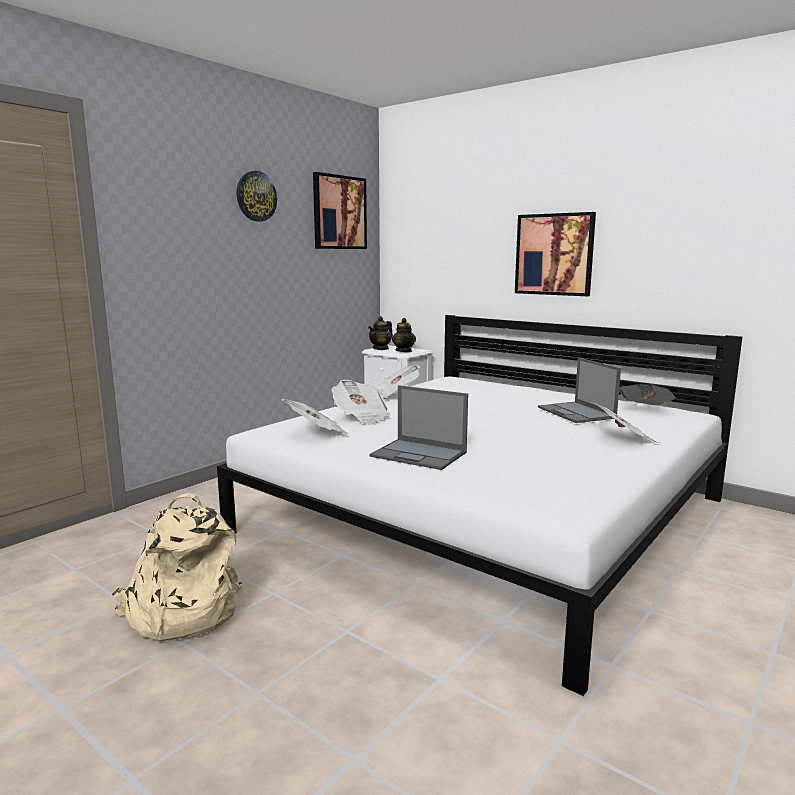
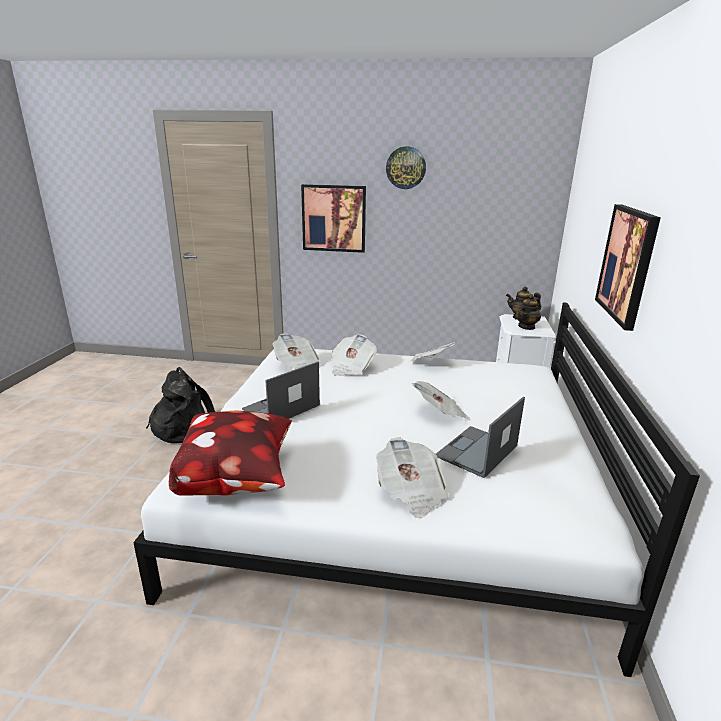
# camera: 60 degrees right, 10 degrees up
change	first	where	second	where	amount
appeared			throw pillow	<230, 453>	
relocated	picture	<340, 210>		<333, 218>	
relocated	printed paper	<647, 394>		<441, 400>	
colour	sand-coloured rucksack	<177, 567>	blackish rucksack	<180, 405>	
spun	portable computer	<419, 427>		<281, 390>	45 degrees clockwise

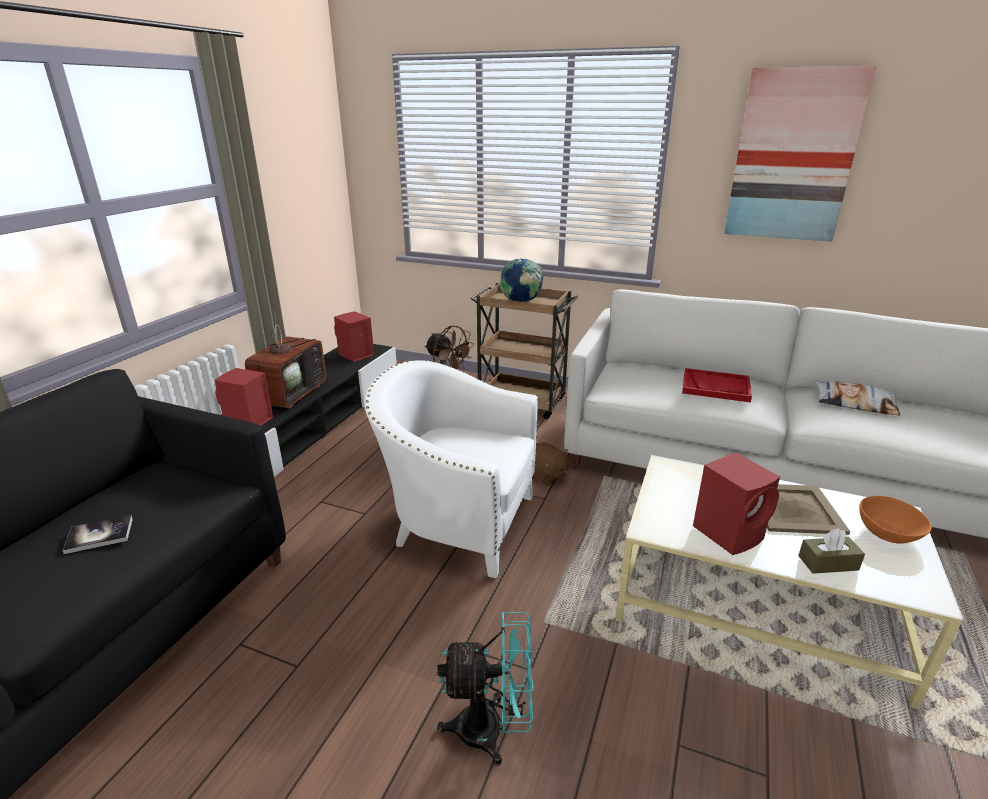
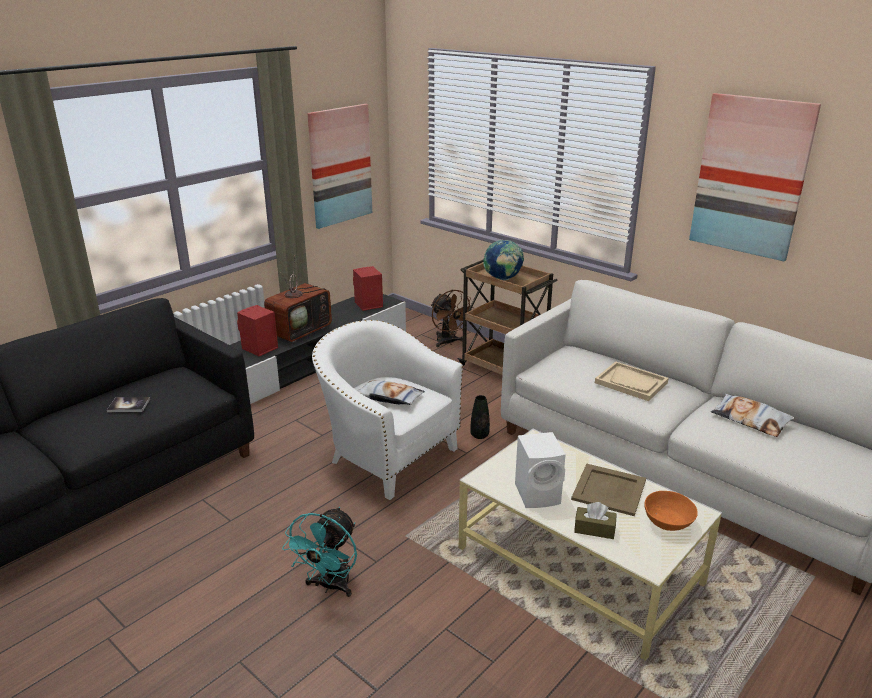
# camera: 20 degrees right, 0 degrees up
change	first	where	second	where	amount
appeared			picture	<340, 166>	
appeared			throw pillow	<391, 392>	
exchanged	brown-coloured soft toy	<550, 464>	blackish vase	<480, 417>	
colour	red-coloured tray	<717, 385>	sand-coloured tray	<631, 381>	
colour	red-coloured audio speaker	<736, 503>	white audio speaker	<540, 470>	
spun	blue-green cooling fan	<485, 689>		<319, 552>	90 degrees clockwise

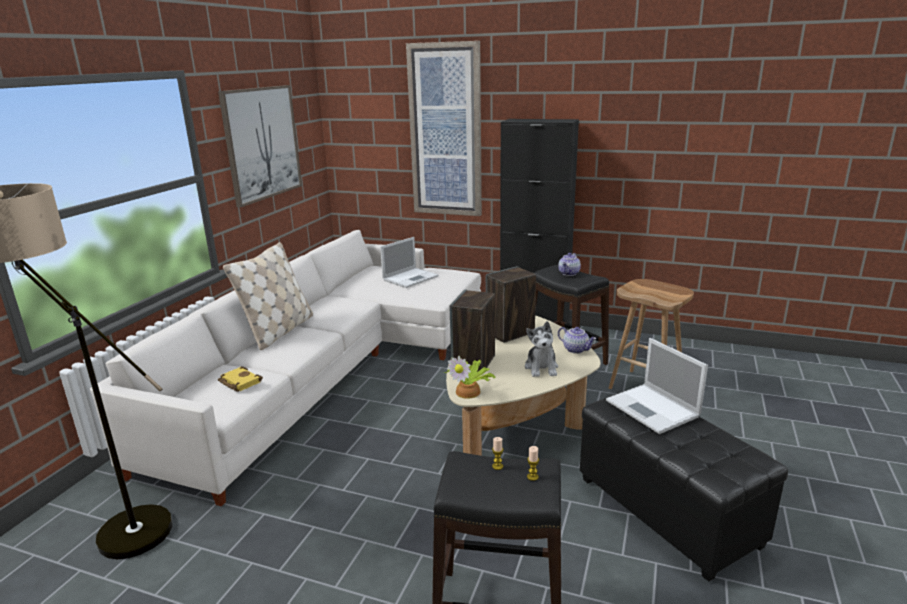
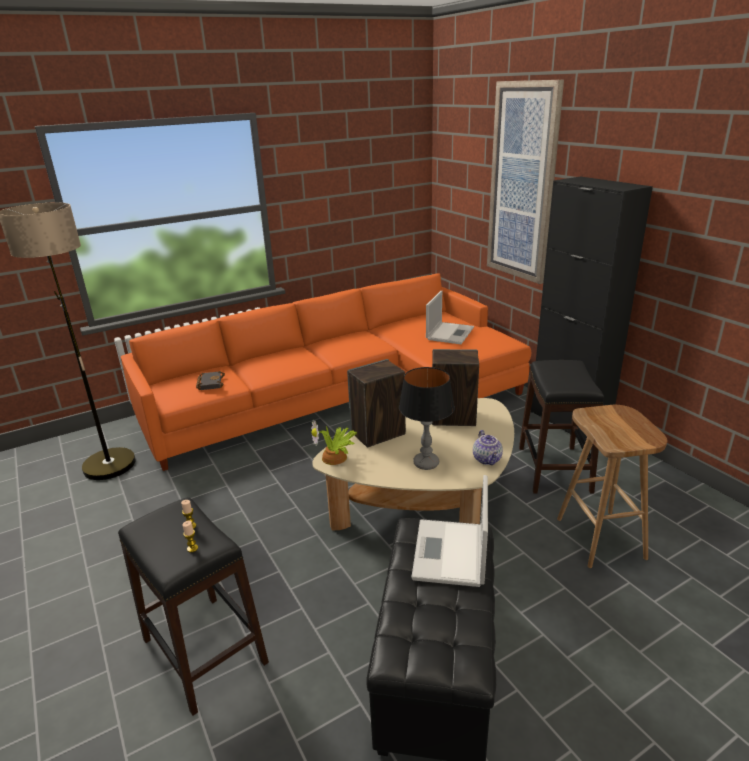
# camera: 40 degrees right, 5 degrees up
change	first	where	second	where	amount
missing	picture	<260, 146>			
missing	sand-coloured throw pillow	<268, 296>			
missing	pot for tea	<569, 264>			
exchanged	soft toy	<541, 349>	tabletop lamp	<427, 418>	
colour	white couch	<285, 368>	orange-coloured couch	<326, 372>	
colour	yellowish volume	<240, 379>	blackish volume	<210, 380>	
spun	portable computer	<409, 262>		<450, 317>	60 degrees counterclockwise

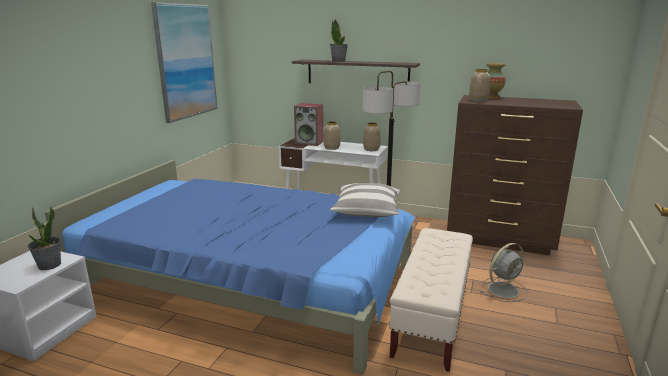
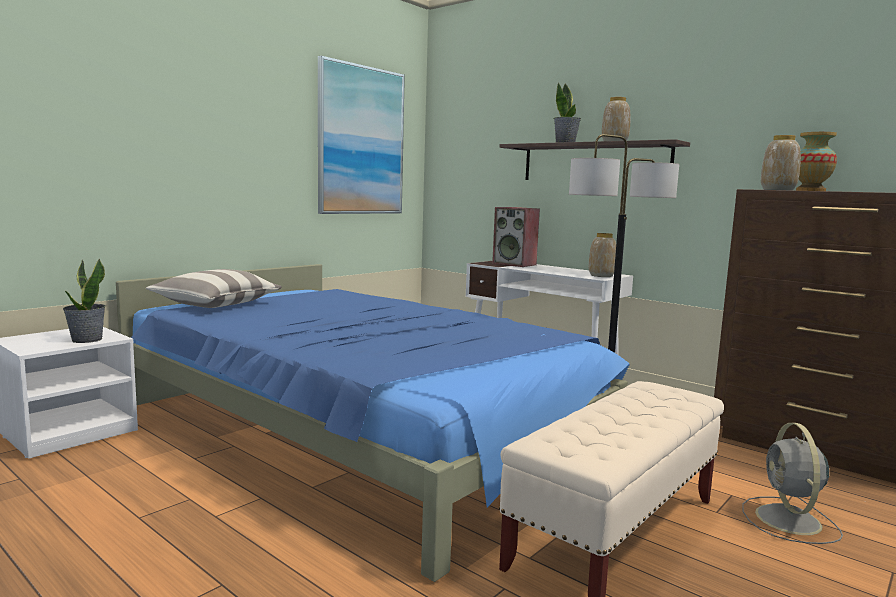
# camera: 20 degrees right, 10 degrees down
change	first	where	second	where	amount
relocated	vase	<331, 135>		<616, 119>	
relocated	throw pillow	<365, 200>		<214, 288>	
spun	grey cooling fan	<504, 272>		<792, 483>	105 degrees clockwise

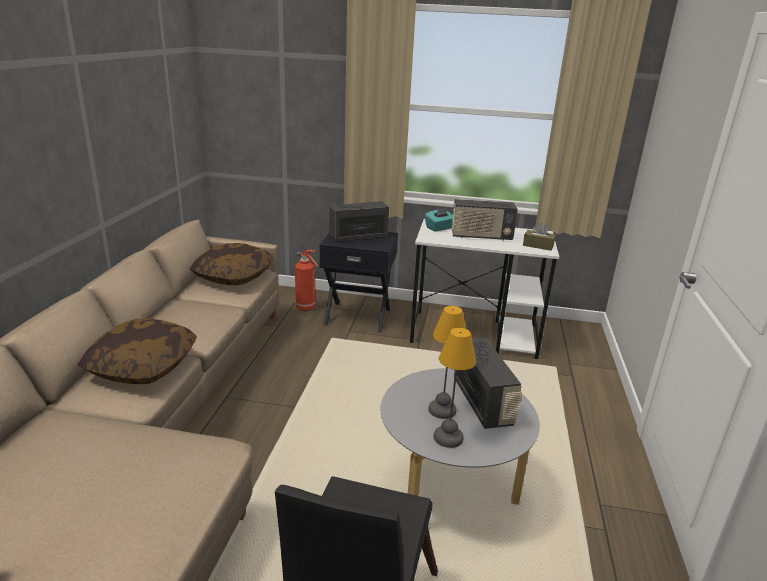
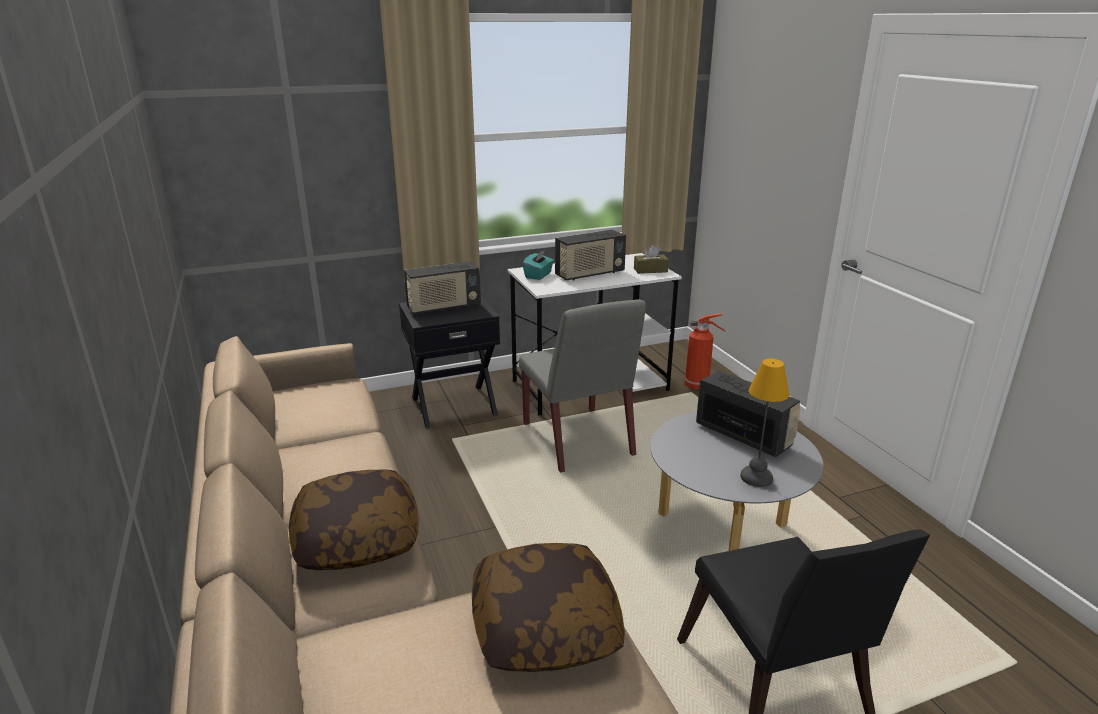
# camera: 30 degrees left, 0 degrees up
change	first	where	second	where	amount
missing	tabletop lamp	<447, 362>			
appeared			grey plain chair	<582, 385>	
relocated	throw pillow	<231, 264>		<548, 607>	
relocated	fire extinguisher	<306, 280>		<705, 351>	
spun	radio set	<359, 221>		<442, 287>	150 degrees counterclockwise

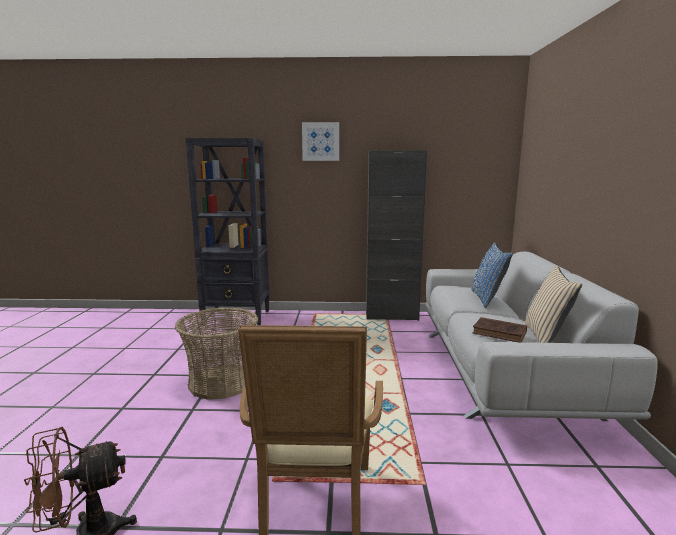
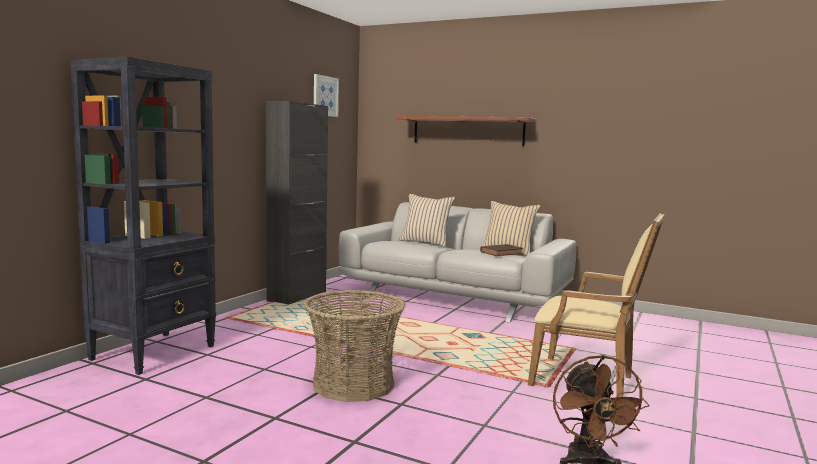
# camera: 65 degrees left, 5 degrees down
change	first	where	second	where	amount
appeared			shelf	<466, 131>	
relocated	picture	<320, 141>		<326, 95>	
colour	blue-coloured throw pillow	<492, 275>	sand-coloured throw pillow	<427, 220>	

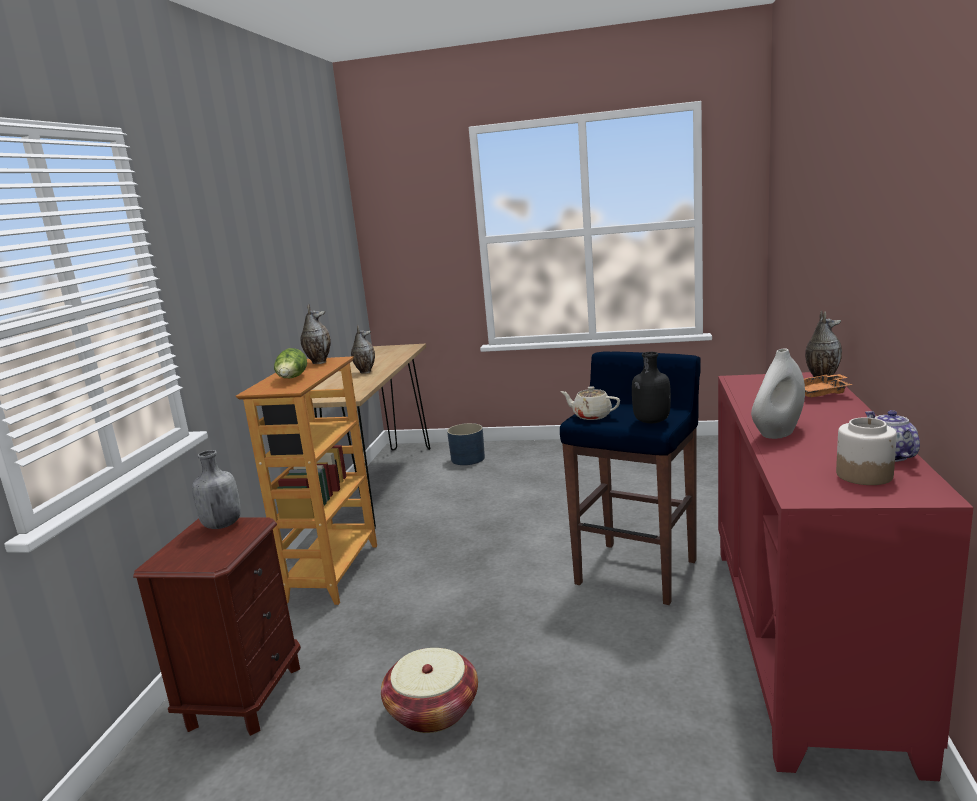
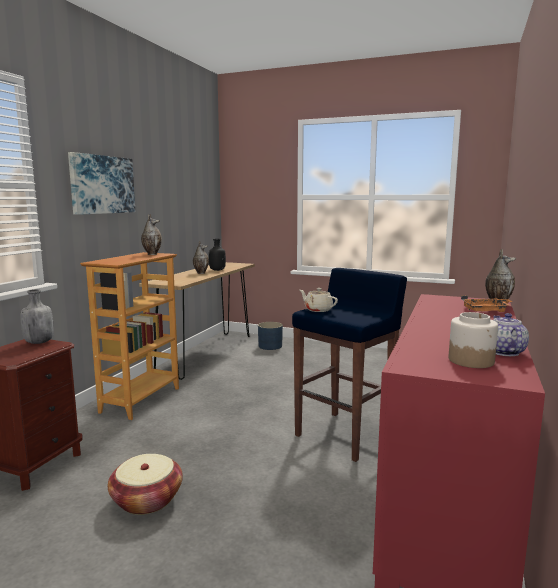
# camera: 10 degrees right, 5 degrees down
change	first	where	second	where	amount
missing	head of lettuce	<290, 363>			
missing	white vase	<778, 393>			
appeared			picture	<101, 183>	
relocated	blackish drink bottle	<651, 387>		<217, 255>	

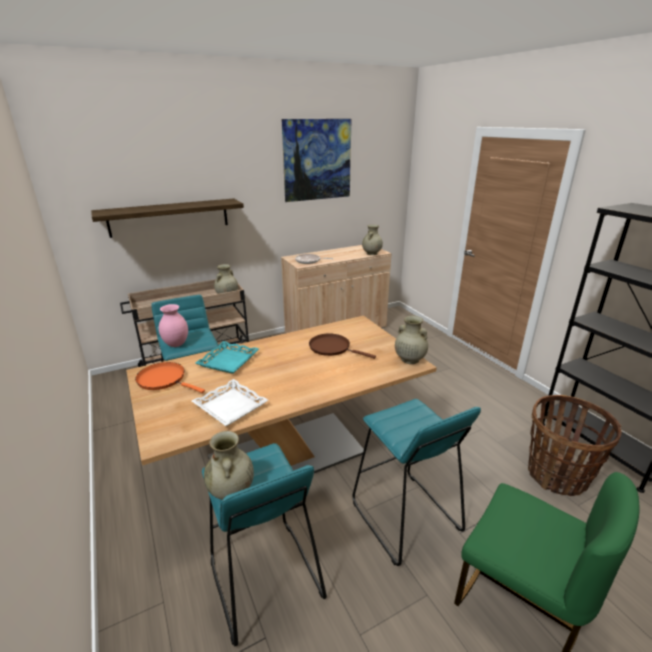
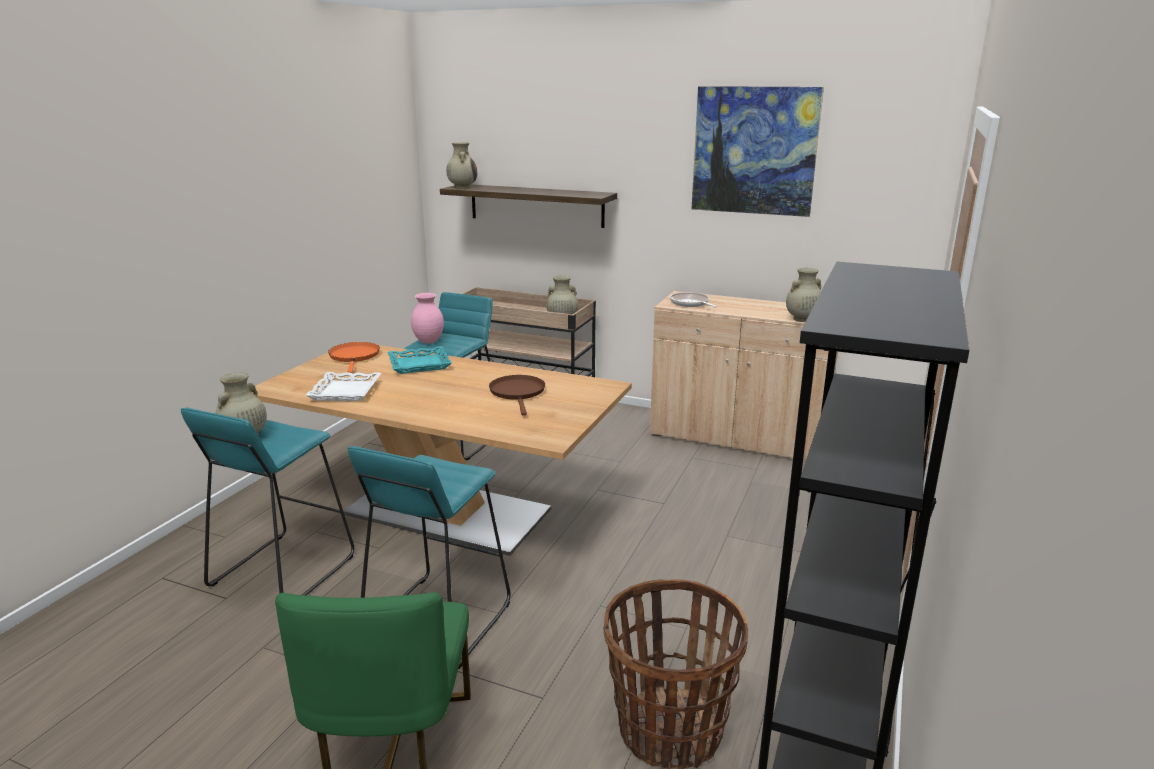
# camera: 50 degrees right, 5 degrees down
change	first	where	second	where	amount
relocated	sand-coloured vase	<411, 340>		<461, 165>	

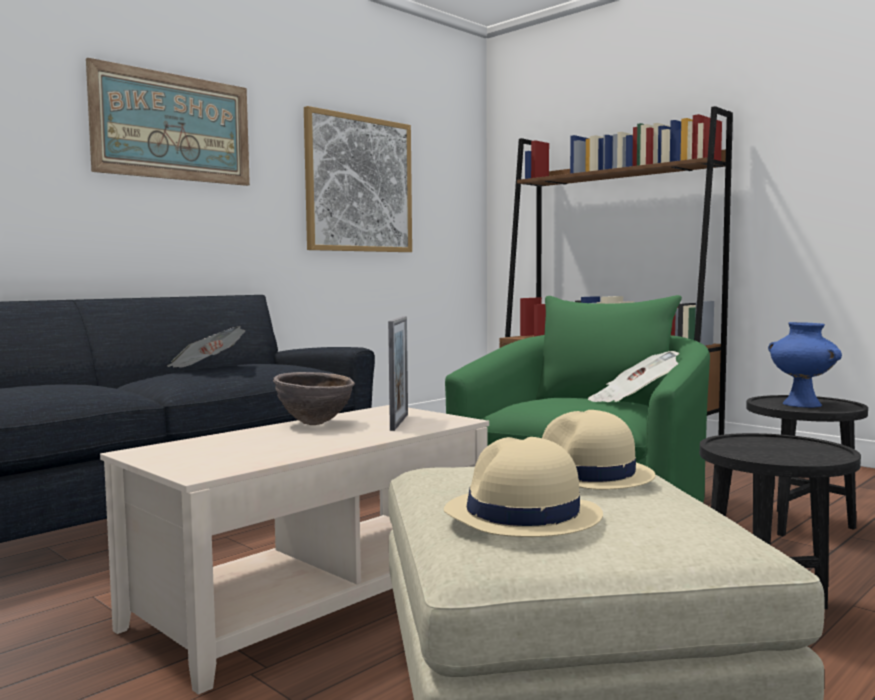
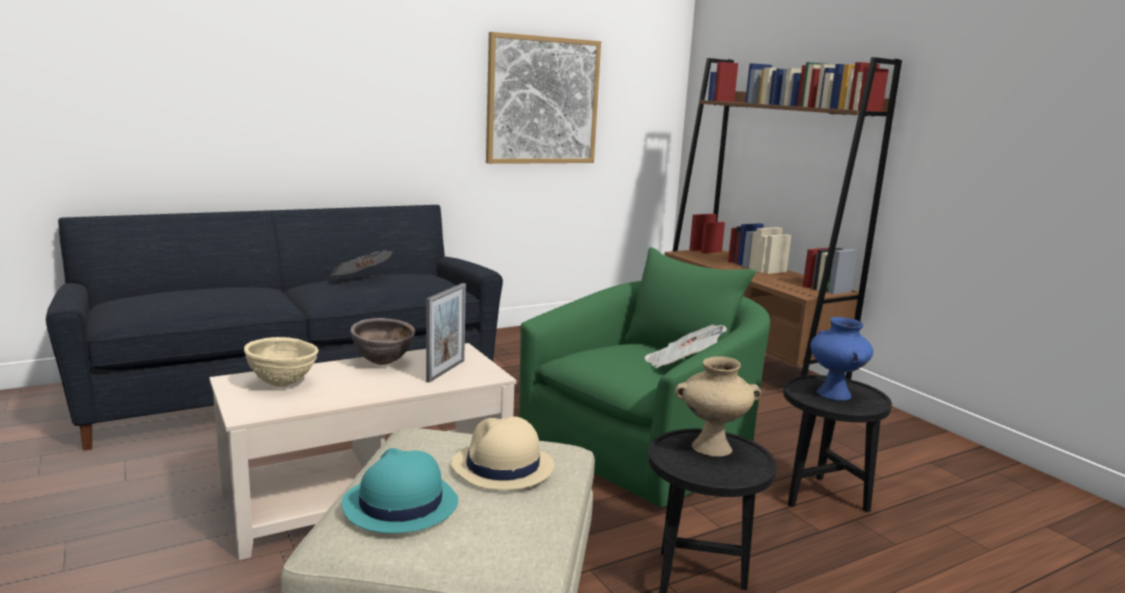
# camera: 15 degrees right, 10 degrees up
change	first	where	second	where	amount
missing	picture	<168, 122>			
appeared			sand-coloured deep dish	<281, 362>	
appeared			sand-coloured vase	<718, 406>	
colour	sand-coloured clothing hat	<523, 487>	blue-green clothing hat	<400, 490>	

